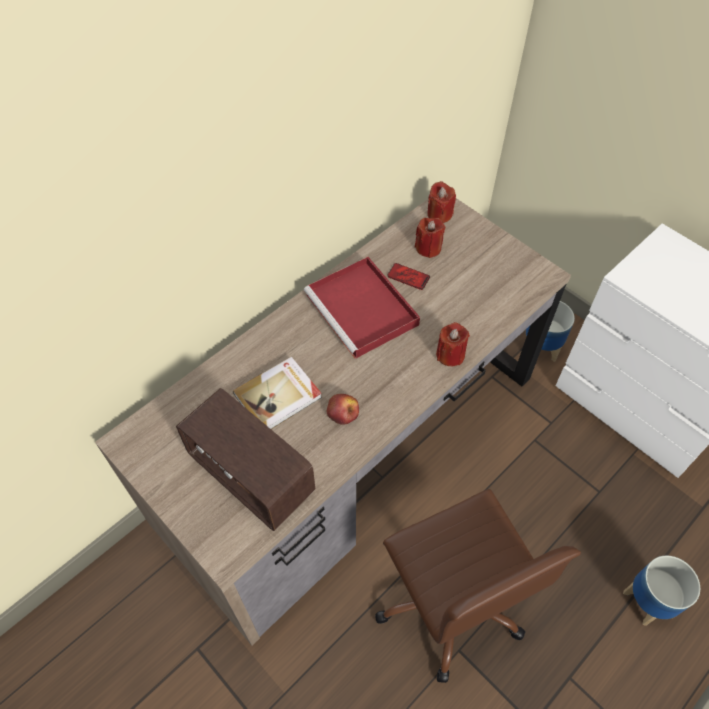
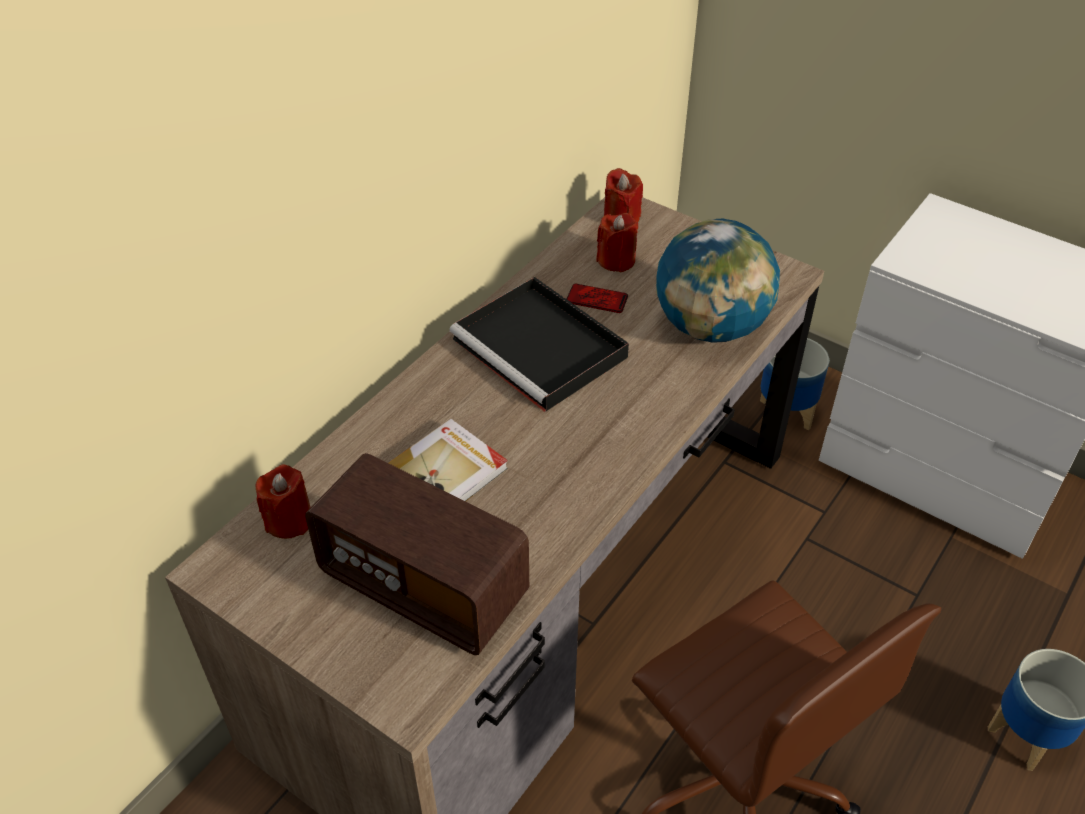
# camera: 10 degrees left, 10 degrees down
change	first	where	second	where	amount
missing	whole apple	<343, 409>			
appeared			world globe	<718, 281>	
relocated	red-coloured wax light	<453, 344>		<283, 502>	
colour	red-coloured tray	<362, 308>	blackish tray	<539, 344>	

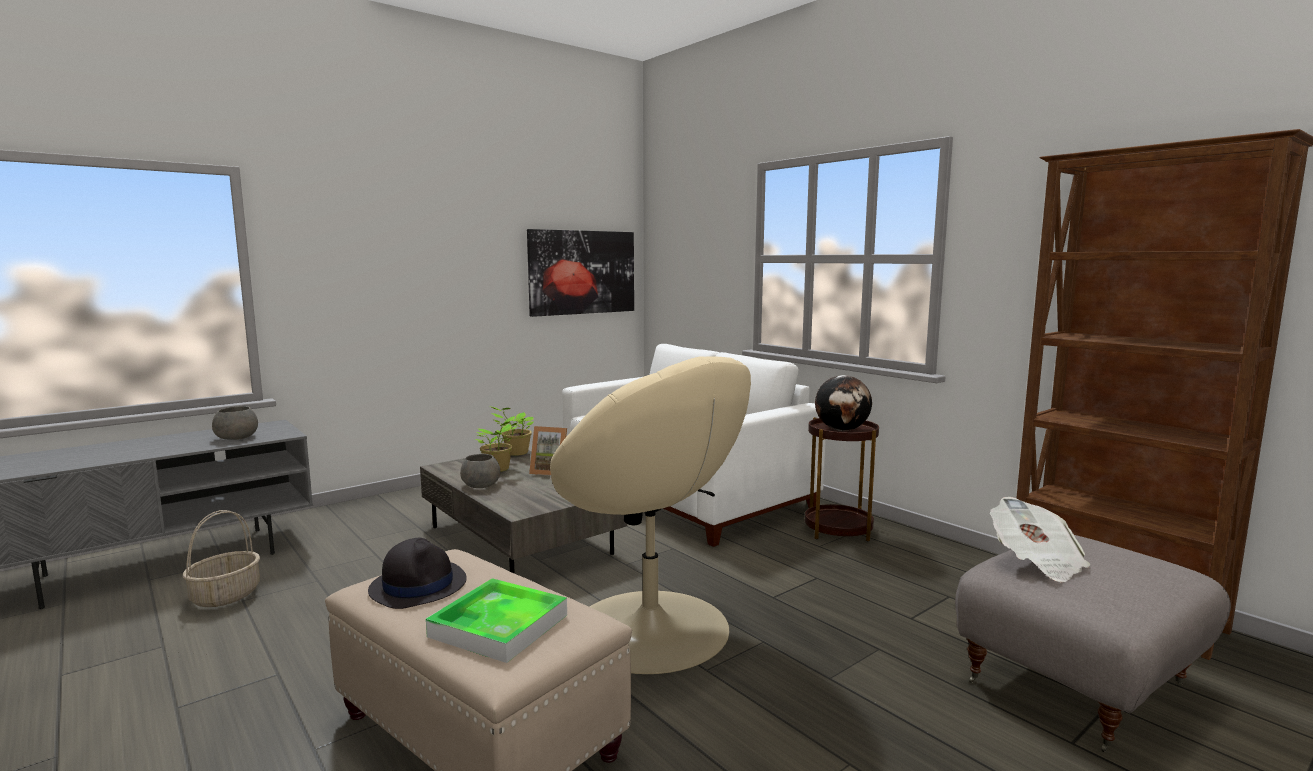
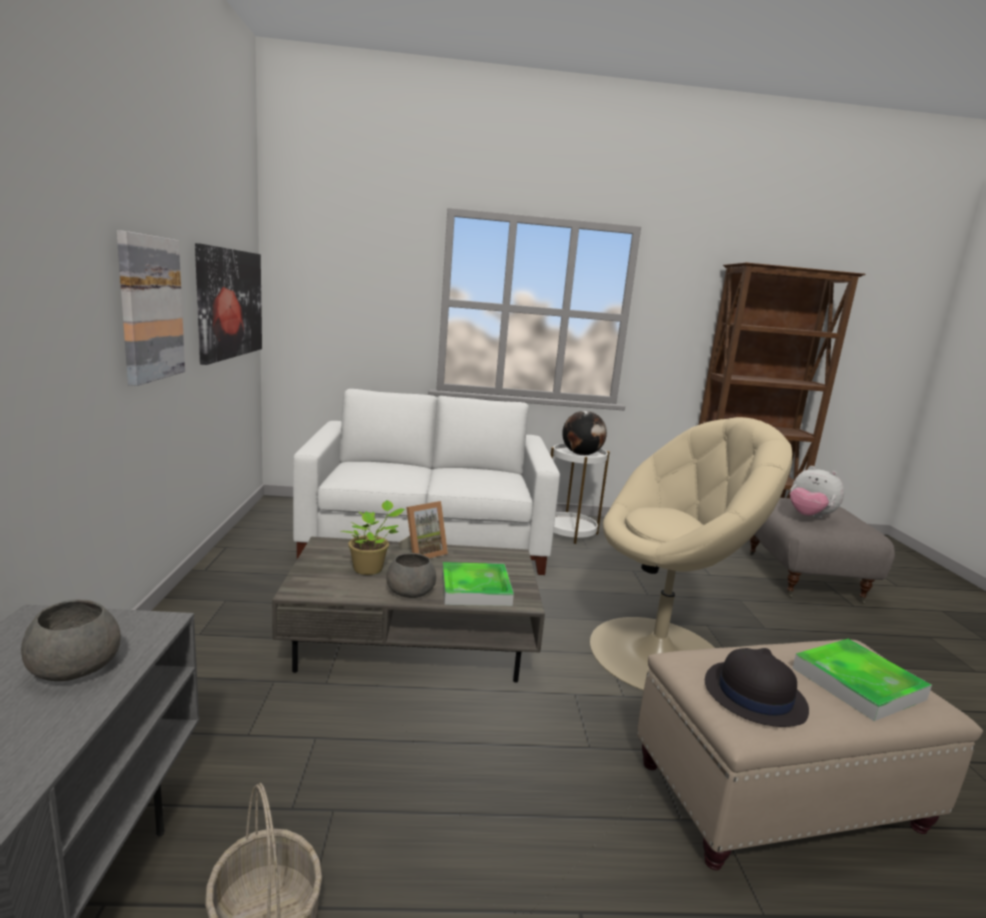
# camera: 55 degrees left, 5 degrees up
change	first	where	second	where	amount
missing	plant in a pot	<512, 431>			
appeared			picture	<151, 308>	
appeared			tray	<478, 584>	
exchanged	printed paper	<1040, 540>	soft toy	<817, 492>	
colour	brown-coloured end table	<842, 479>	white end table	<580, 493>	

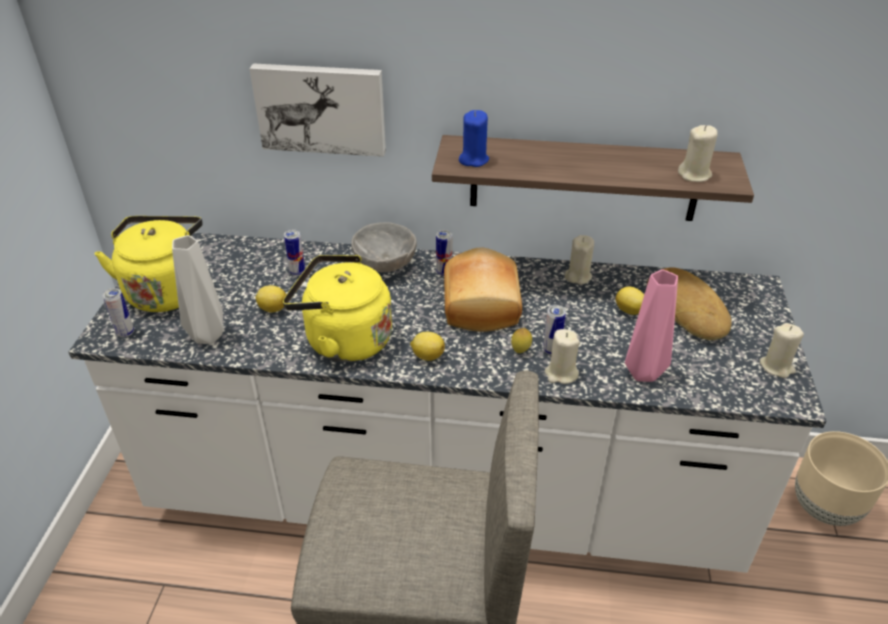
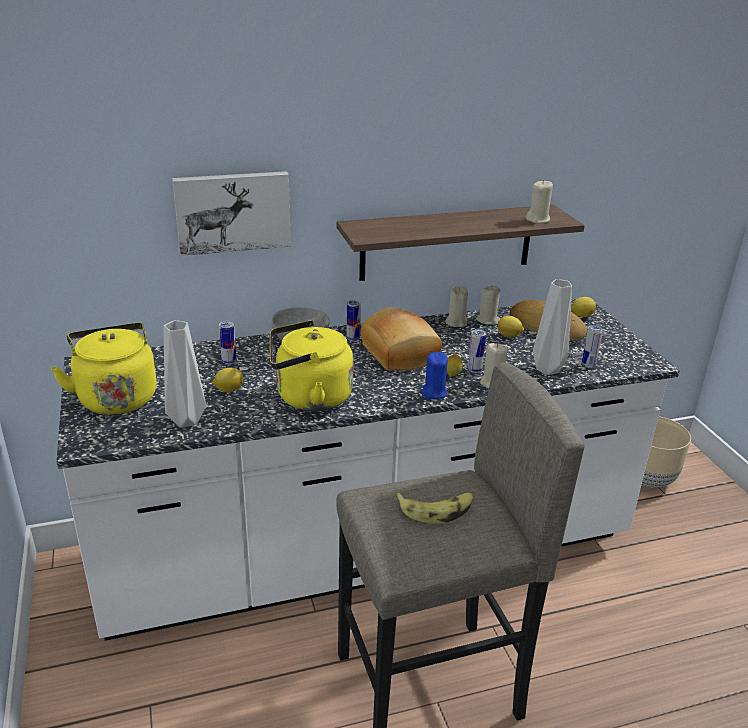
# camera: 25 degrees left, 10 degrees down
change	first	where	second	where	amount
appeared			banana fruit	<434, 508>	
relocated	sealed can	<118, 312>		<592, 346>	
relocated	lemon	<427, 346>		<583, 307>	
relocated	blue-coloured wax light	<474, 138>		<435, 375>	
relocated	sand-coloured wax light	<782, 350>		<488, 305>	
colour	pink-coloured vase	<651, 326>	grey vase	<552, 327>	

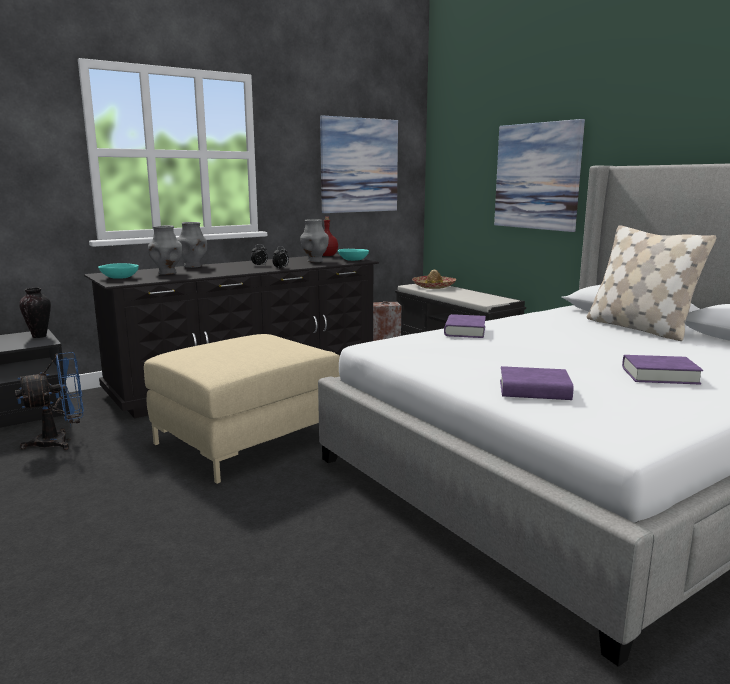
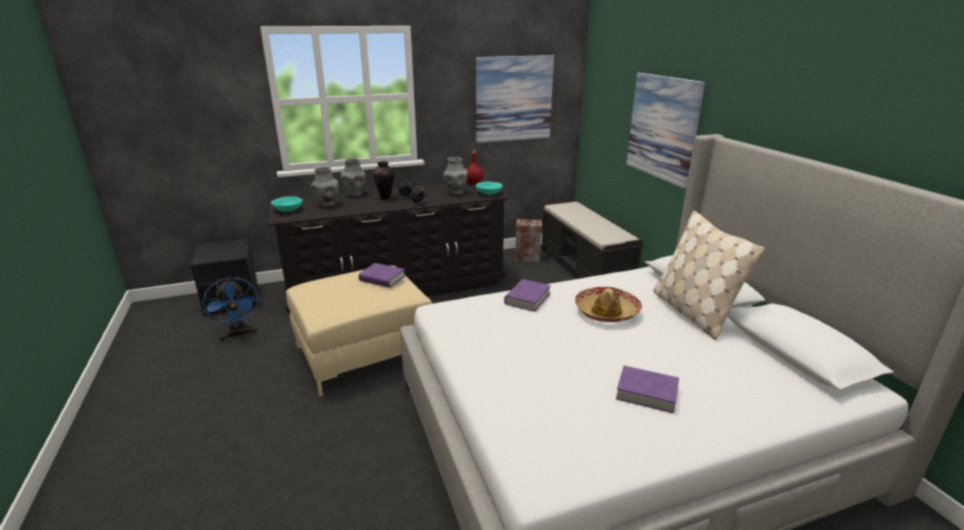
# camera: 15 degrees right, 10 degrees up
change	first	where	second	where	amount
relocated	vase	<35, 313>		<383, 180>	
relocated	clothing hat	<434, 279>		<608, 304>	
relocated	purple-coloured volume	<537, 383>		<382, 275>	
spun	blue-coloured cooling fan	<49, 401>		<231, 309>	75 degrees clockwise

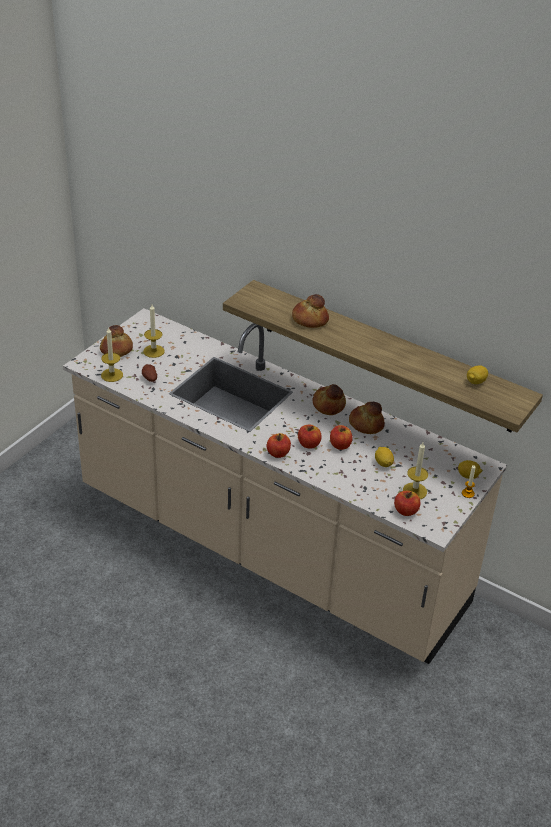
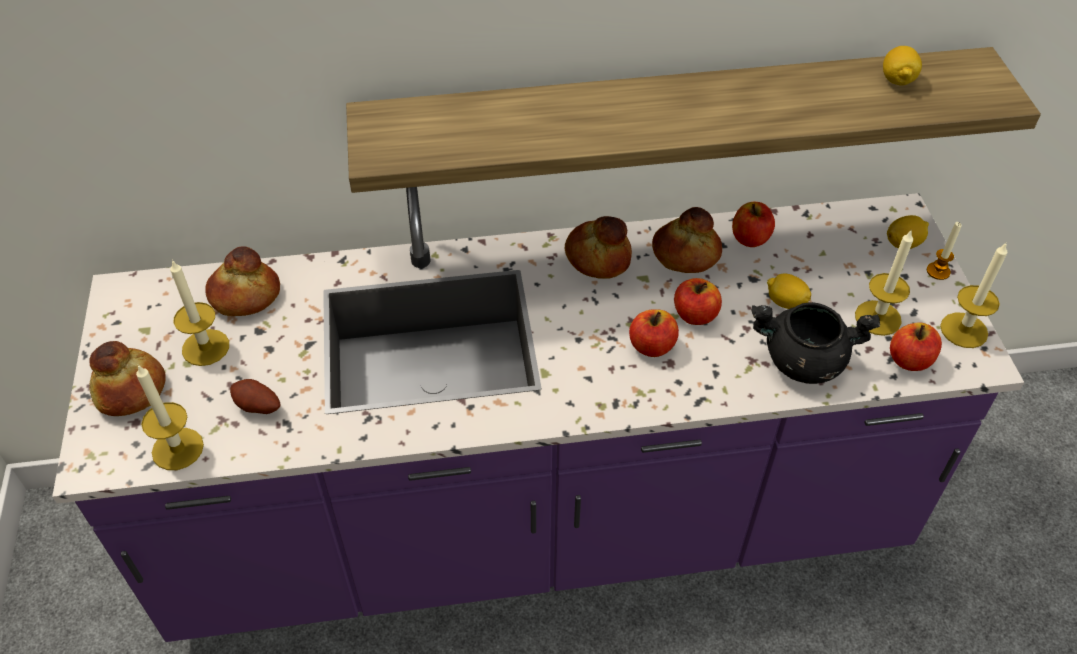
# camera: 40 degrees left, 10 degrees up
change	first	where	second	where	amount
appeared			blackish cooking pot	<815, 343>	
appeared			wax light	<973, 295>	
relocated	whole apple	<279, 445>		<753, 224>	
relocated	baked bread	<310, 311>		<242, 281>	
colour	sand-coloured counter	<285, 486>	purple-coloured counter	<538, 414>	

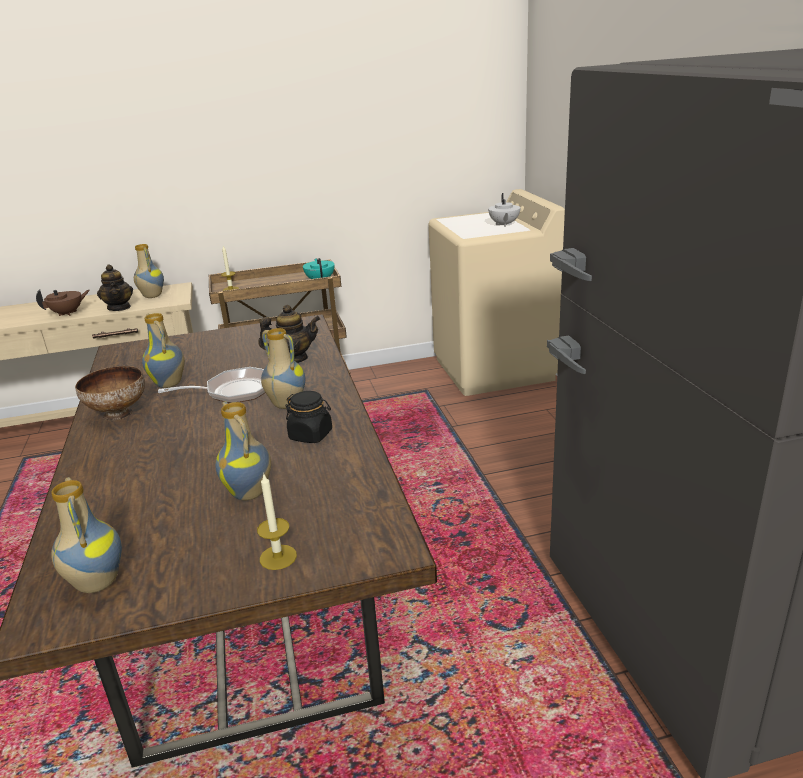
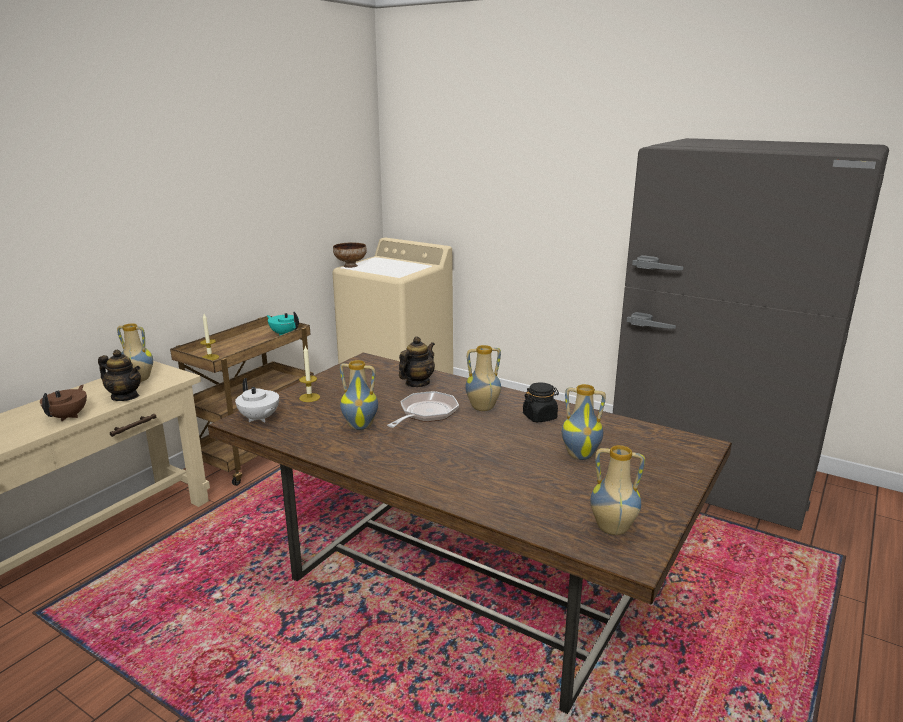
# camera: 45 degrees left, 5 degrees down
change	first	where	second	where	amount
relocated	deep dish	<110, 393>		<350, 255>	
relocated	wax light	<277, 522>		<309, 373>	
relocated	white pot for tea	<504, 210>		<257, 400>	

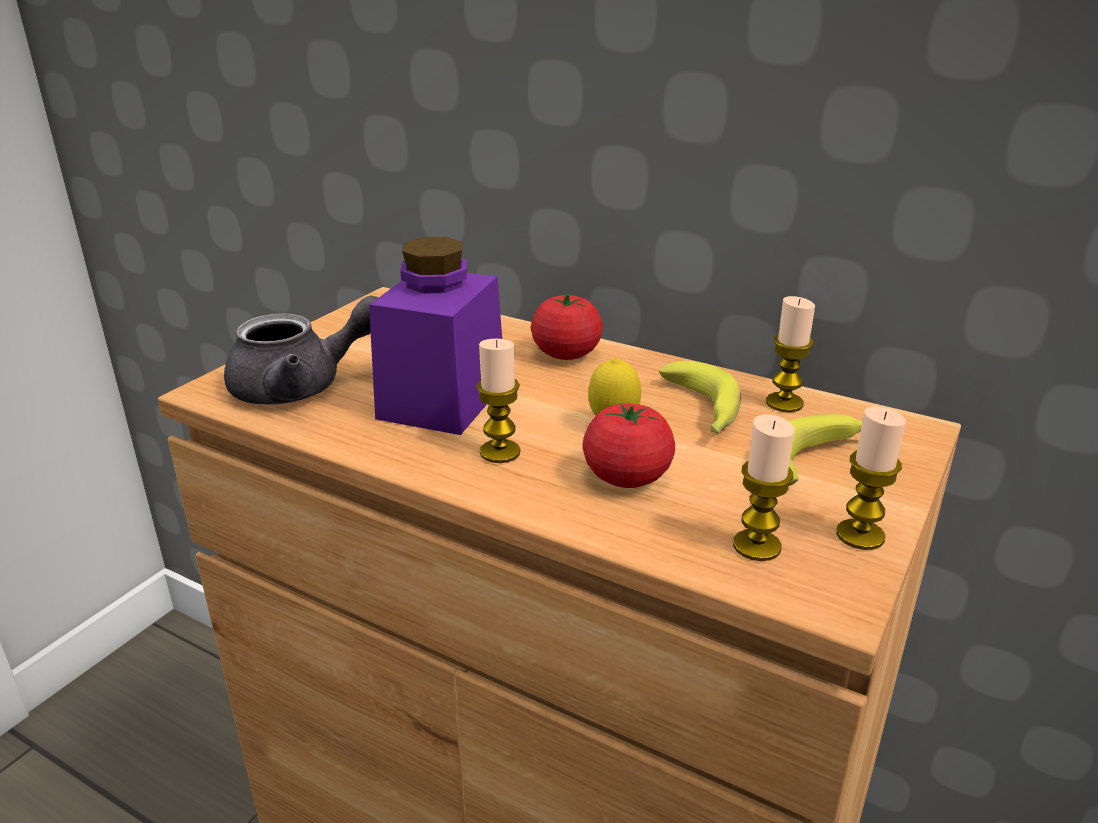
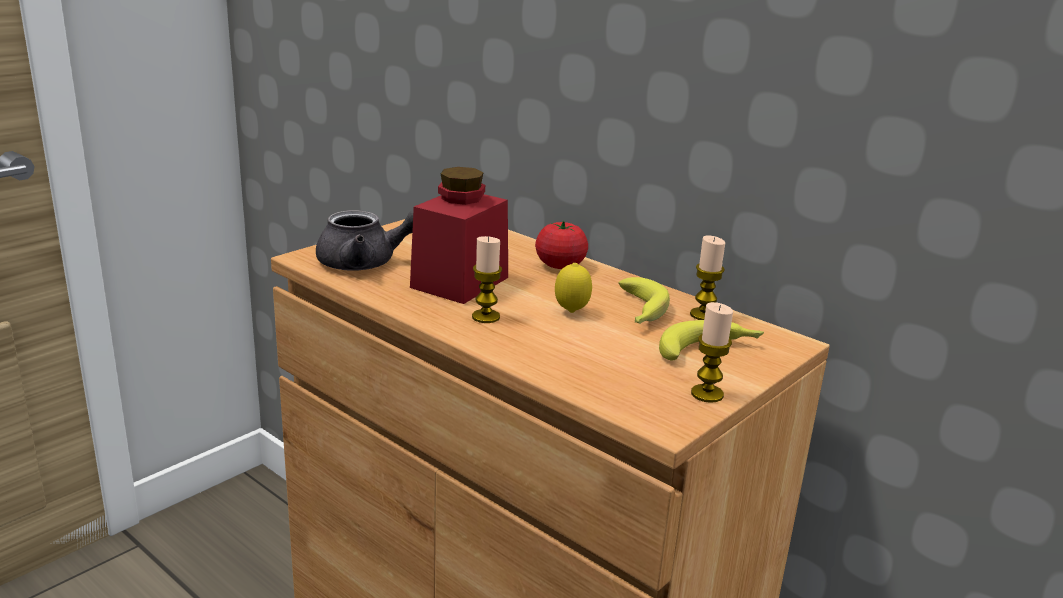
# camera: 10 degrees right, 5 degrees down
change	first	where	second	where	amount
missing	tomato	<629, 445>			
missing	wax light	<763, 487>			
colour	purple-coloured jar	<435, 336>	red-coloured jar	<459, 235>	

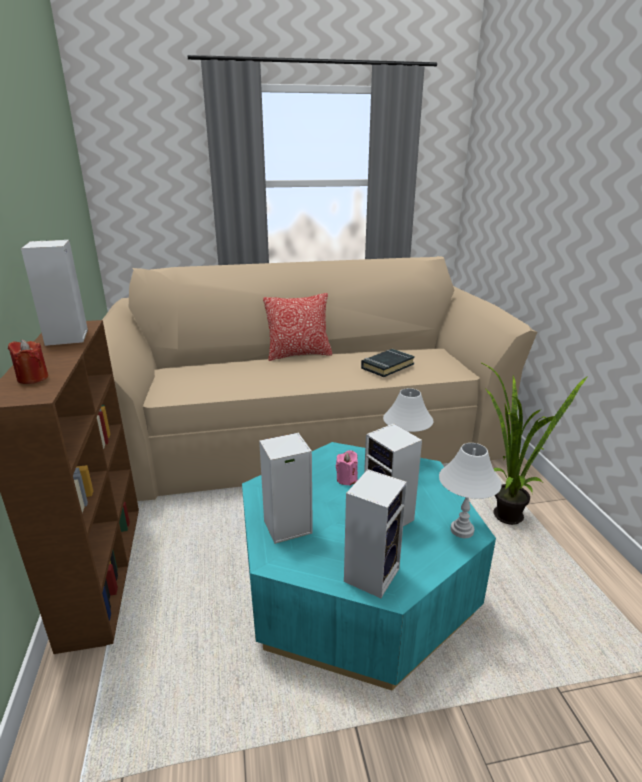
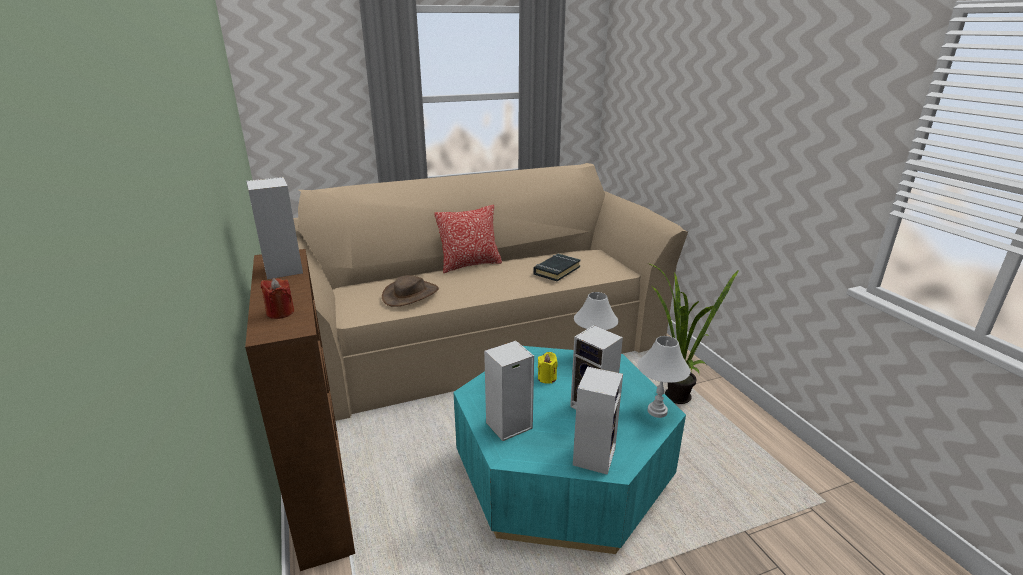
# camera: 10 degrees left, 0 degrees up
change	first	where	second	where	amount
appeared			brown-coloured clothing hat	<410, 291>	
colour	pink-coloured wax light	<347, 468>	yellowish wax light	<548, 368>	

